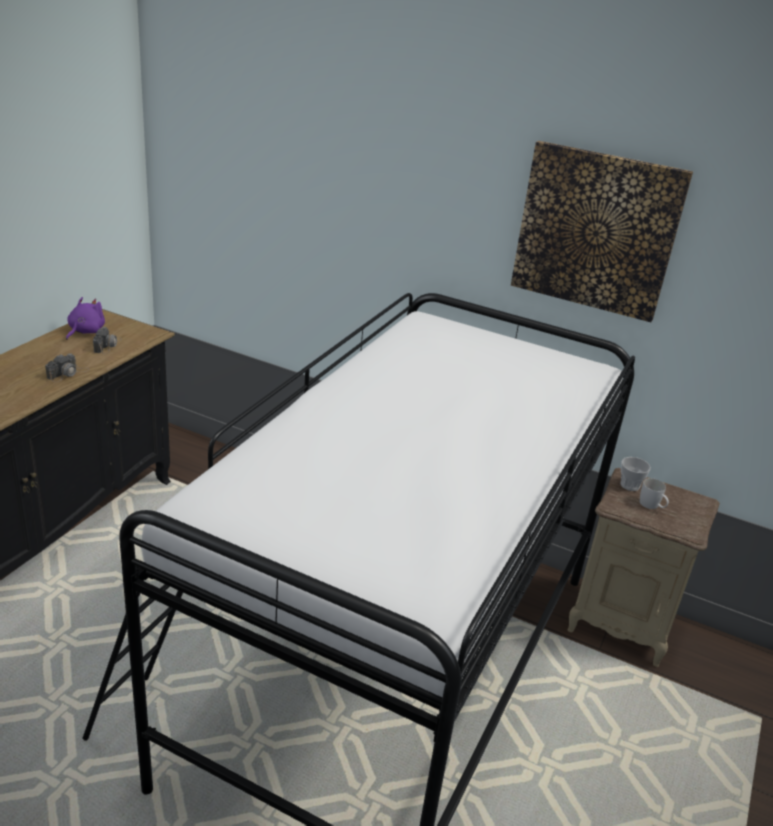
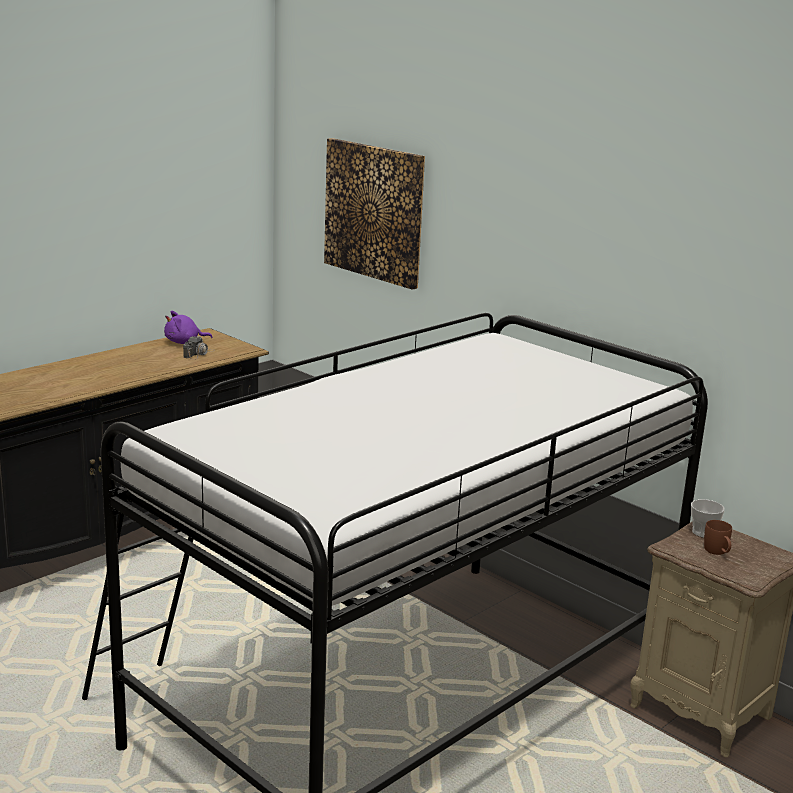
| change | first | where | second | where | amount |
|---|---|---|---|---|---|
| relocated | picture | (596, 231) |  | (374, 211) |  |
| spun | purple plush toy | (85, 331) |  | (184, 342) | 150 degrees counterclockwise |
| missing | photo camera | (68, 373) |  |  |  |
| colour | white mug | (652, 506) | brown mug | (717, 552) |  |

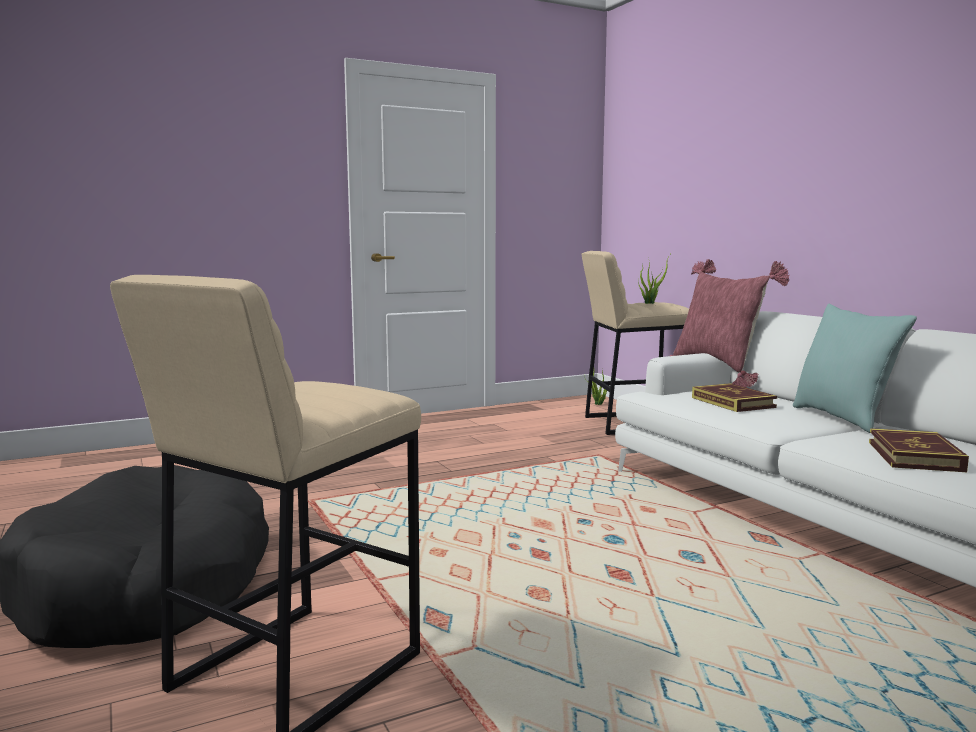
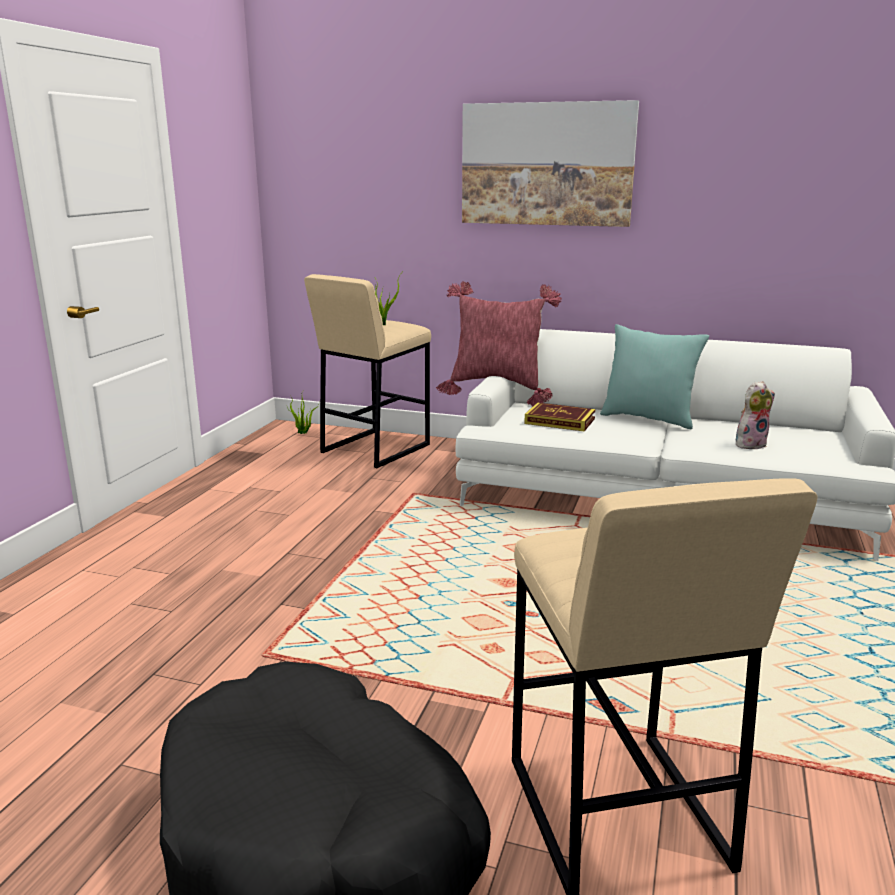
| change | first | where | second | where | amount |
|---|---|---|---|---|---|
| exchanged | book | (914, 456) | plush toy | (750, 444) |  |
| appeared |  |  | picture | (547, 164) |  |

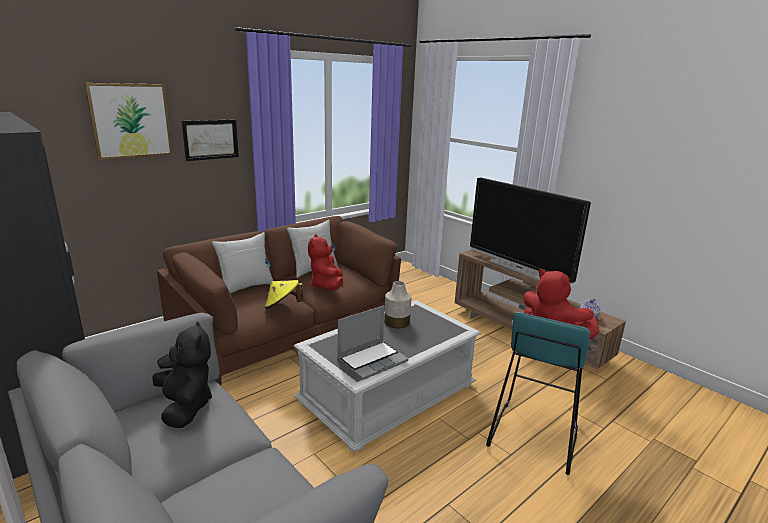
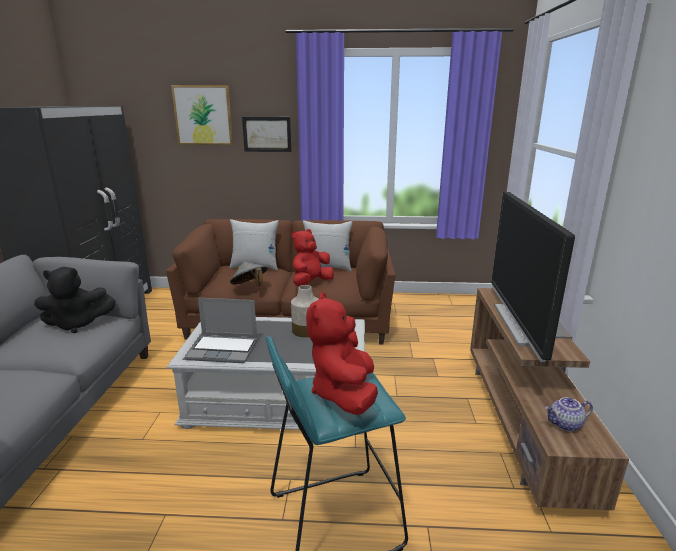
| change | first | where | second | where | amount |
|---|---|---|---|---|---|
| colour | yellow hat | (282, 306) | grey hat | (250, 287) |  |
| spun | black plush toy | (185, 406) |  | (78, 324) | 60 degrees clockwise |

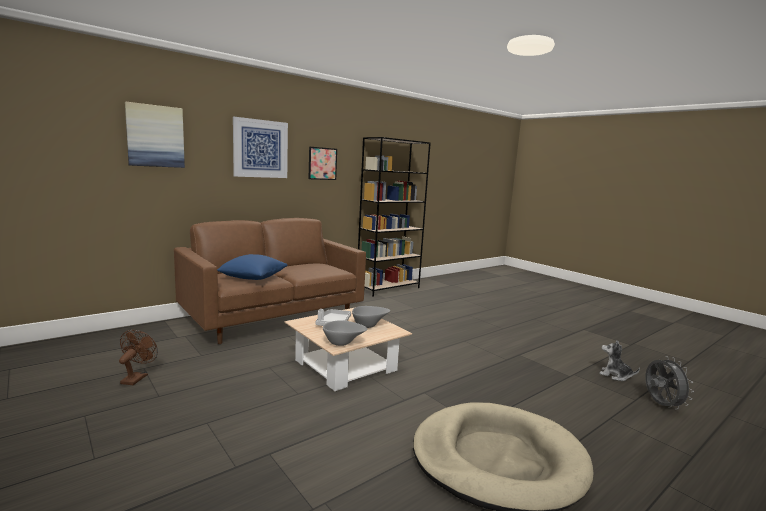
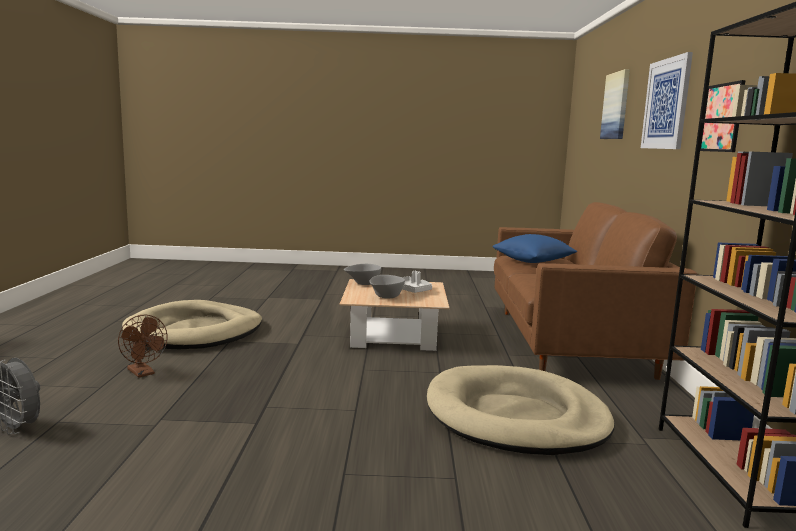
| change | first | where | second | where | amount |
|---|---|---|---|---|---|
| relocated | brown fan | (137, 377) |  | (143, 373) |  |
| missing | plush toy | (615, 375) |  |  |  |
| appeared |  |  | beige dog bed | (516, 417) |  |

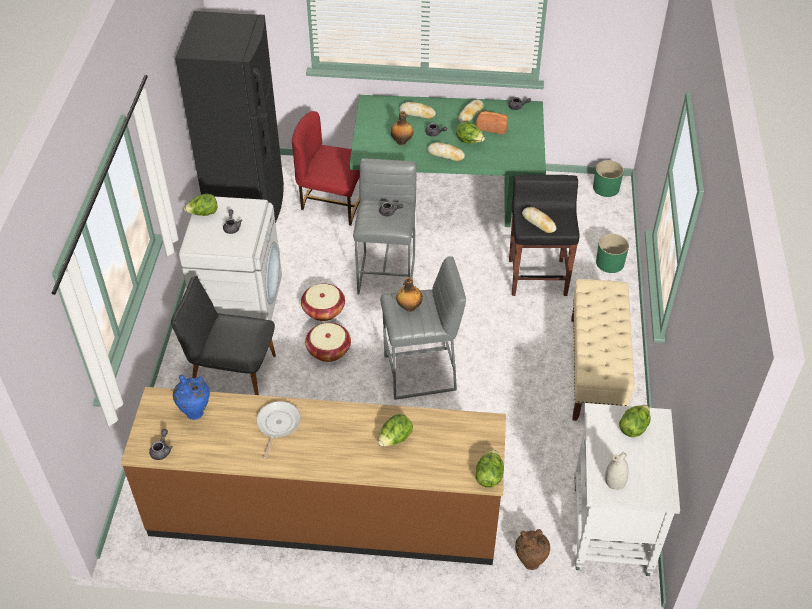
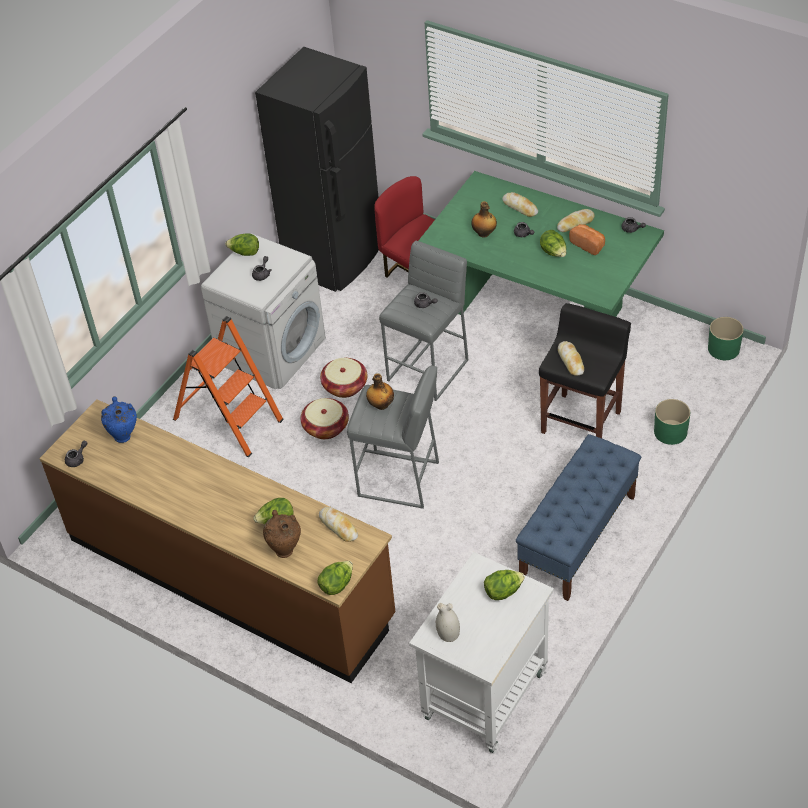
| change | first | where | second | where | amount |
|---|---|---|---|---|---|
| relocated | bread | (445, 154) |  | (338, 527) |  |
| exchanged | black chair | (233, 372) | orange step ladder | (227, 418) |  |
| colour | beige bench | (596, 369) | blue bench | (577, 537) |  |
| missing | frying pan | (277, 425) |  |  |  |
| relocated | brown vase | (530, 561) |  | (285, 549) |  |

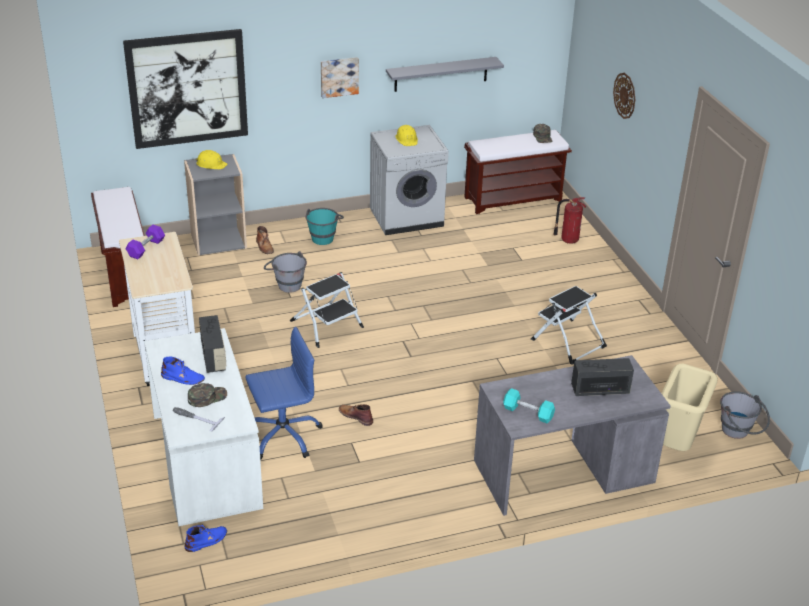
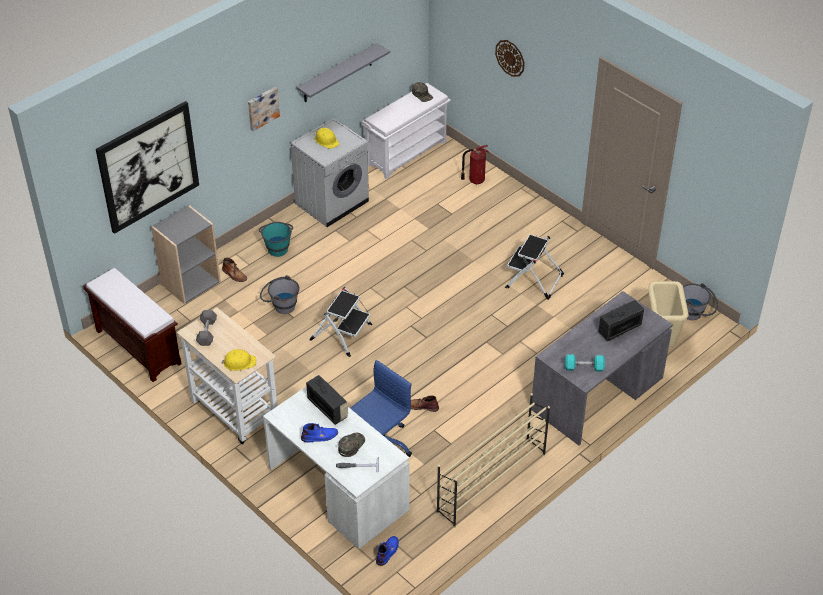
| change | first | where | second | where | amount |
|---|---|---|---|---|---|
| colour | brown bench | (513, 199) | white bench | (406, 152) |  |
| relocated | yellow hard hat | (211, 164) |  | (239, 362) |  |
| colour | purple dumbbell | (146, 248) | grey dumbbell | (207, 332) |  |
| appeared |  |  | beige shoe rack | (491, 483) |  |

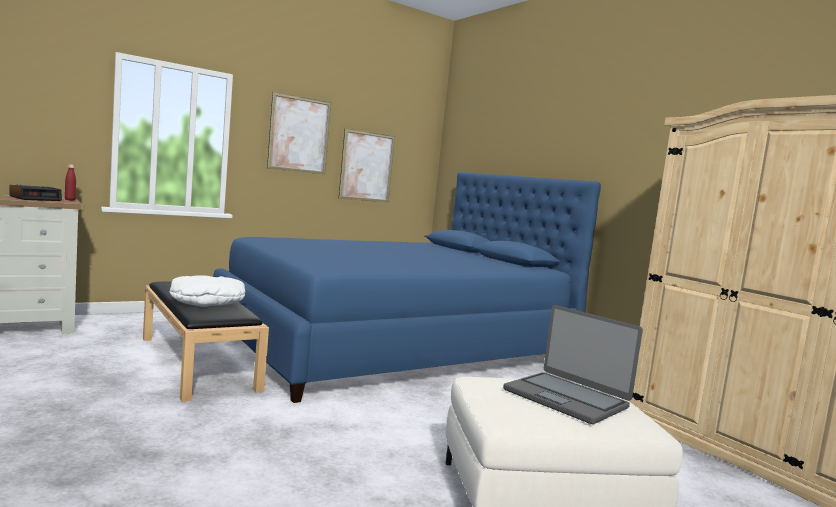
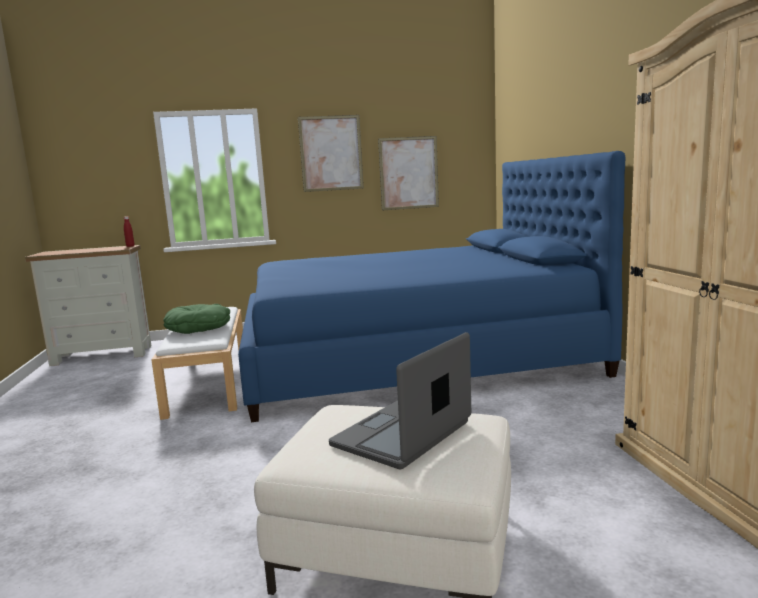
| change | first | where | second | where | amount |
|---|---|---|---|---|---|
| missing | alarm clock | (36, 198) |  |  |  |
| colour | white pillow | (207, 301) | green pillow | (199, 328) |  |
| colour | black bench | (198, 363) | white bench | (210, 382) |  |
| spun | laptop | (566, 398) |  | (403, 435) | 60 degrees clockwise |

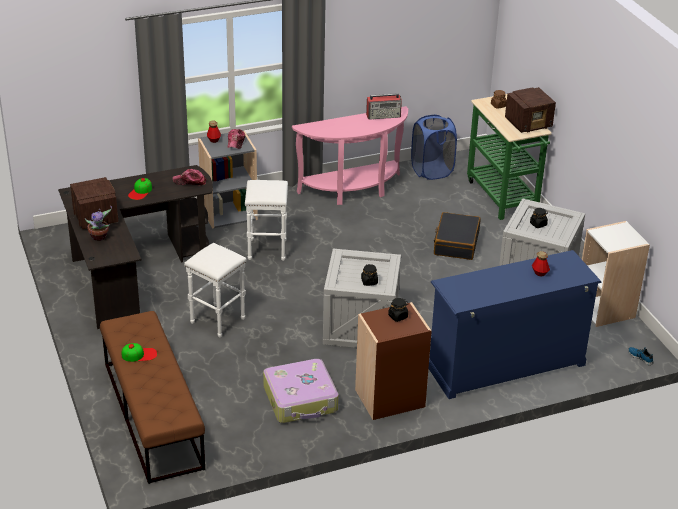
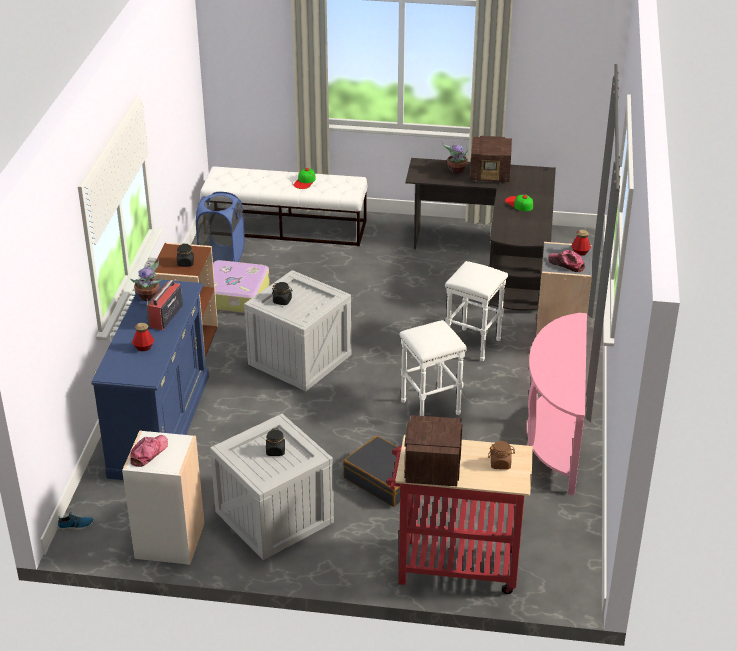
| change | first | where | second | where | amount |
|---|---|---|---|---|---|
| relocated | radio | (384, 115) |  | (165, 317) |  |
| colour | green cart | (502, 197) | red cart | (456, 567) |  |
| relocated | blue laundry basket | (431, 171) |  | (222, 257) |  |
| relocated | cap | (190, 181) |  | (149, 453) |  |
| relocated | white stool | (217, 319) |  | (432, 407) |  |
| colour | brown bench | (152, 414) | white bench | (286, 227) |  |
| appeared |  |  | potted plant | (149, 296) |  |

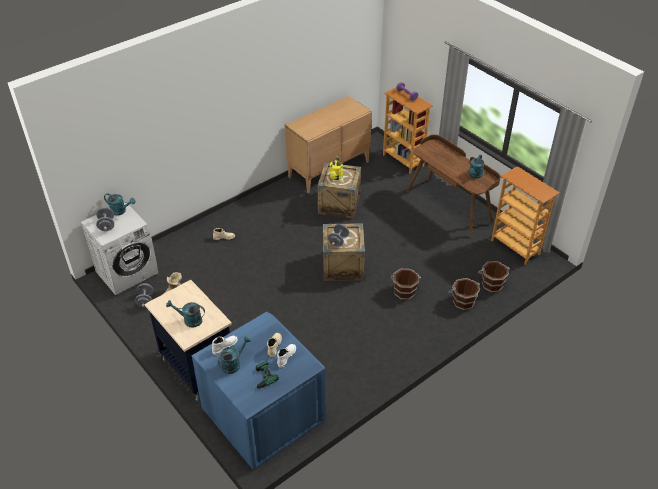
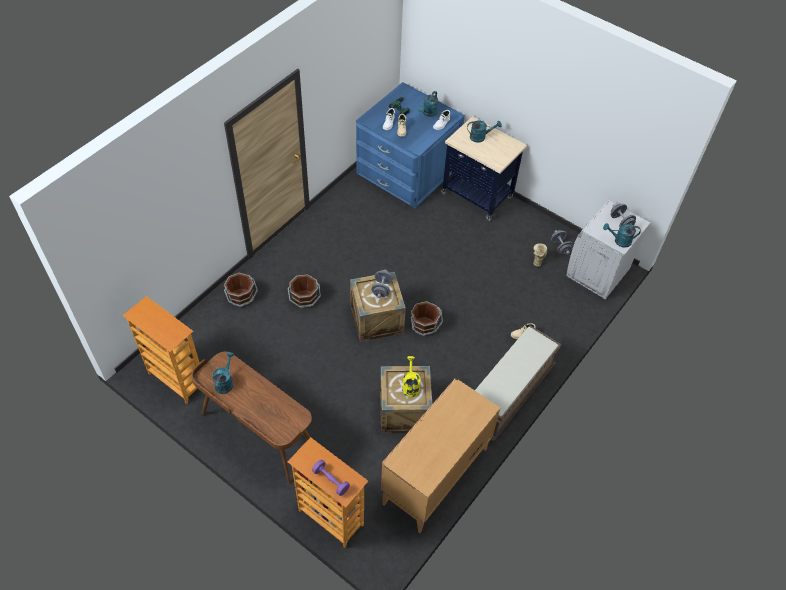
| change | first | where | second | where | amount |
|---|---|---|---|---|---|
| relocated | brown bucket | (492, 284) |  | (424, 326) |  |
| appeared |  |  | brown bench | (509, 395) |  |

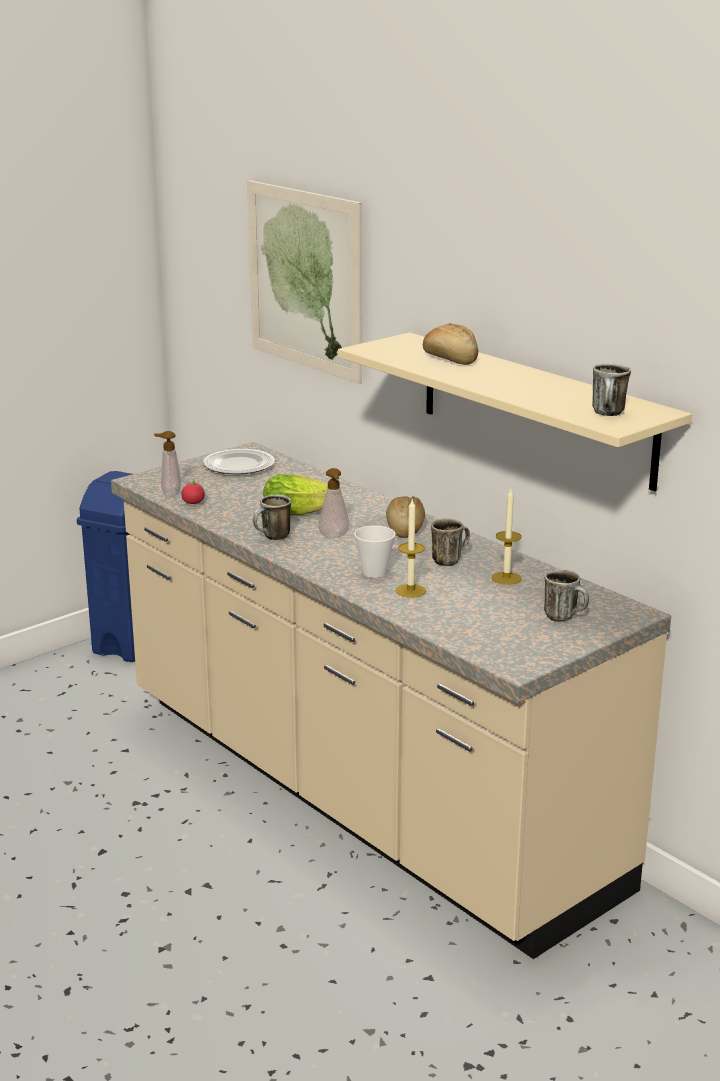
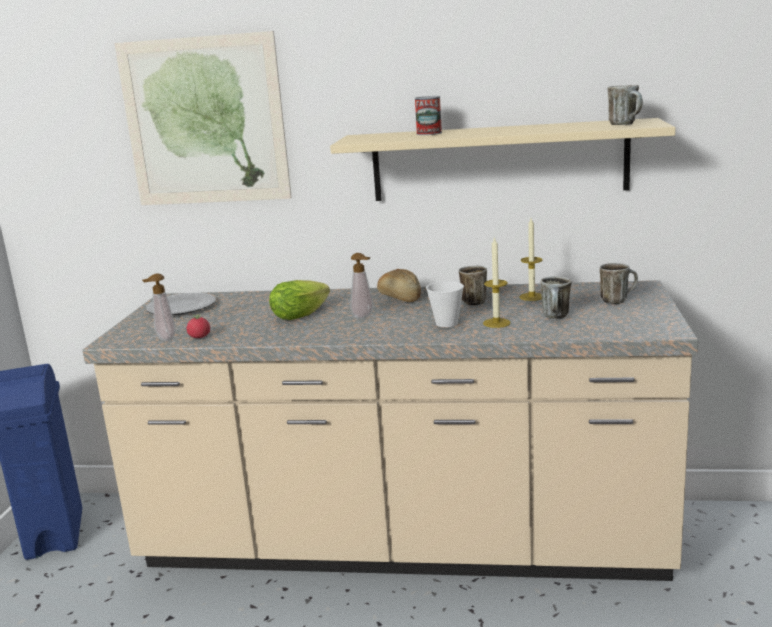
| change | first | where | second | where | amount |
|---|---|---|---|---|---|
| exchanged | bread | (450, 359) | can | (429, 133) |  |
| relocated | mug | (273, 537) |  | (557, 317) |  |

